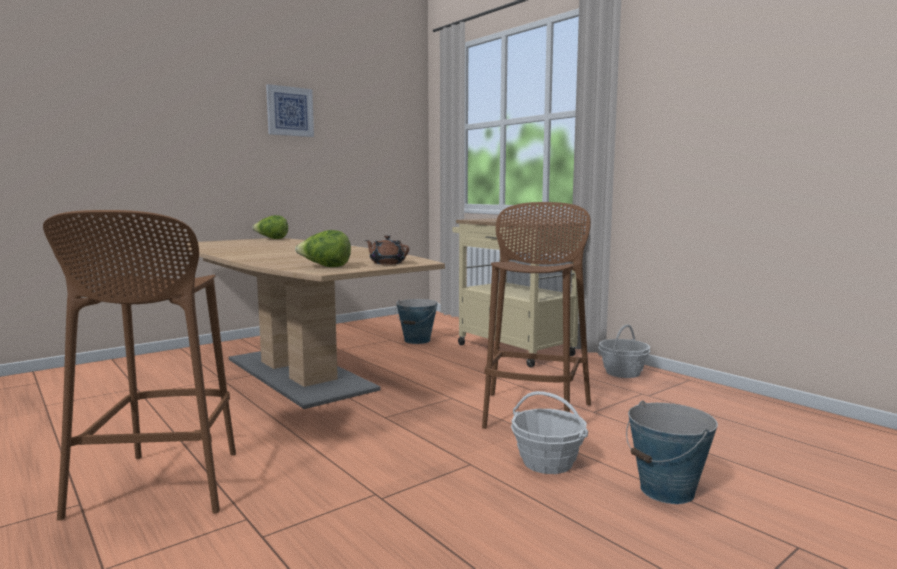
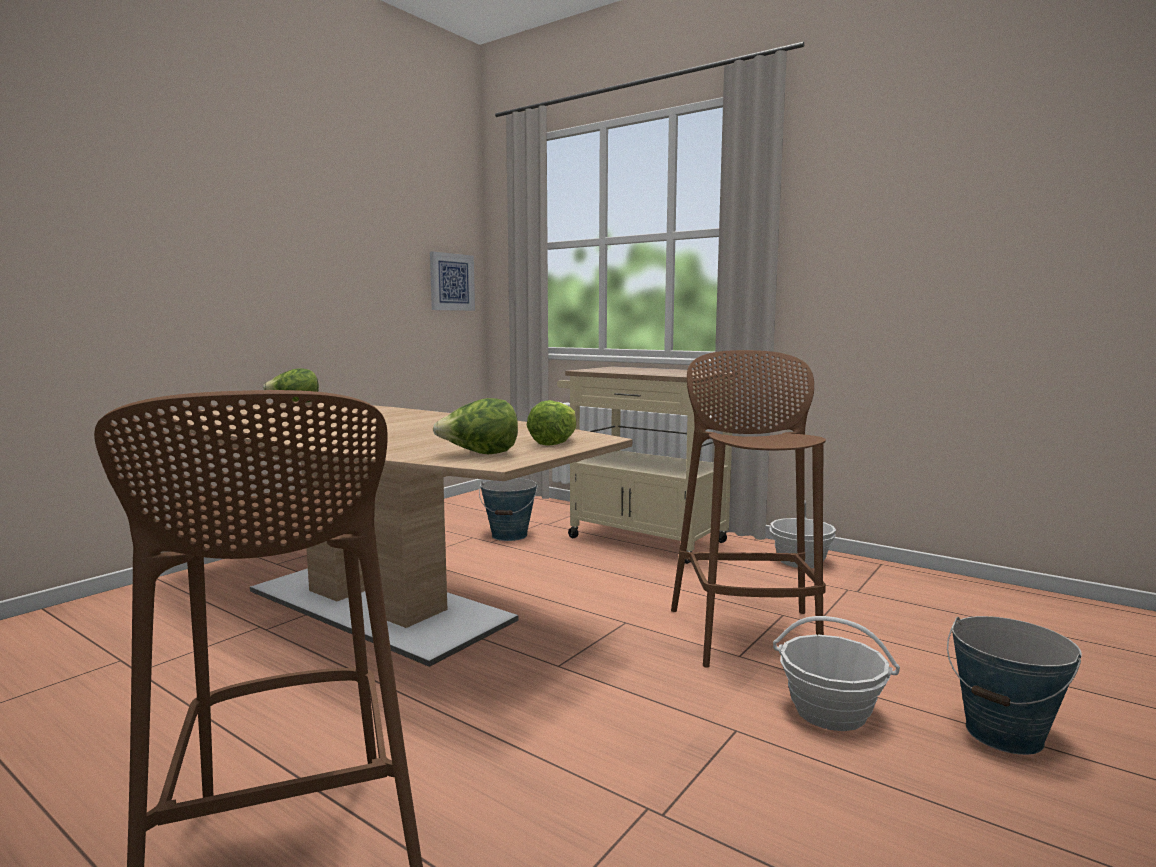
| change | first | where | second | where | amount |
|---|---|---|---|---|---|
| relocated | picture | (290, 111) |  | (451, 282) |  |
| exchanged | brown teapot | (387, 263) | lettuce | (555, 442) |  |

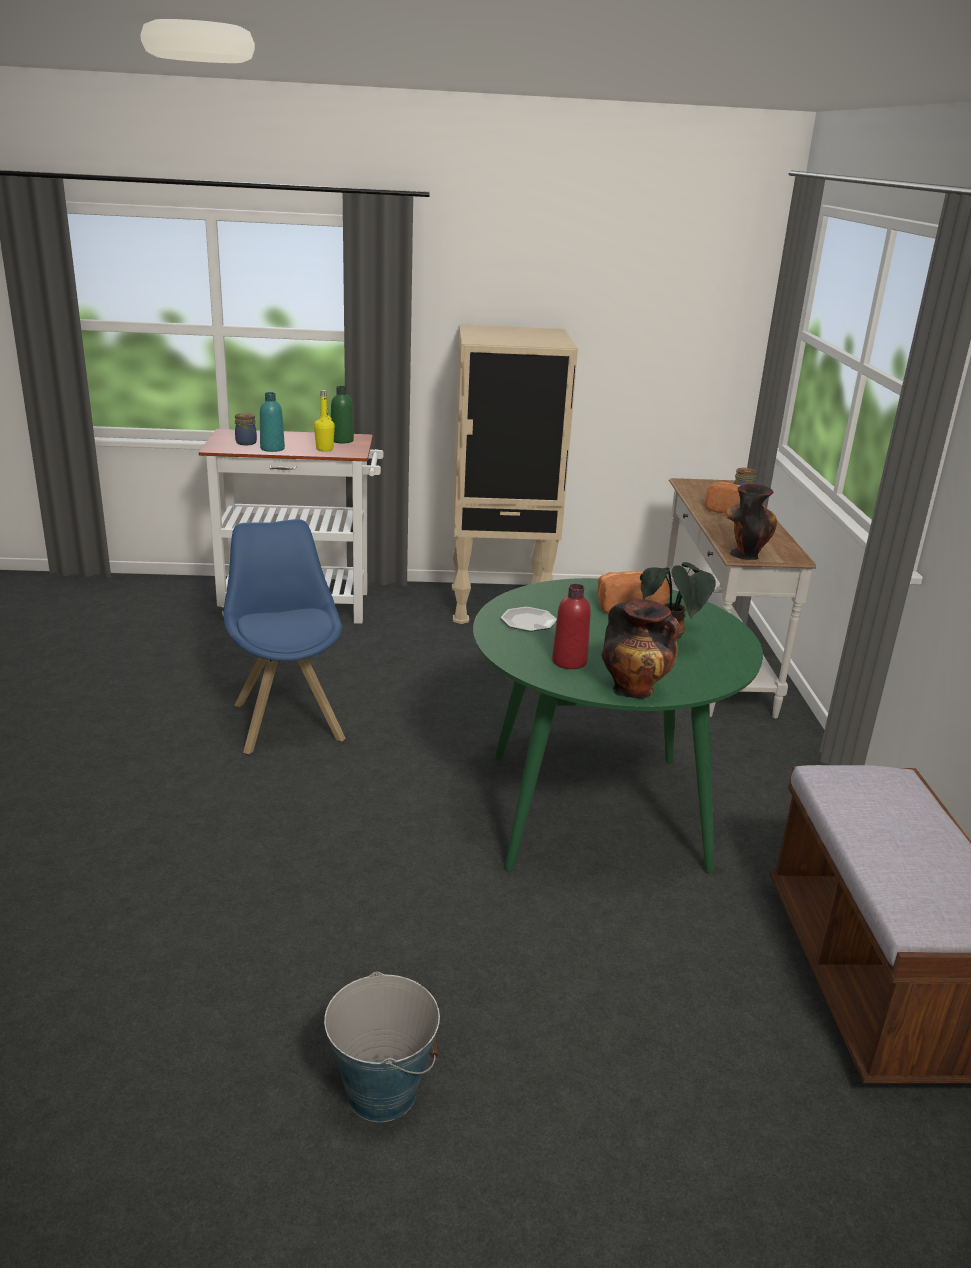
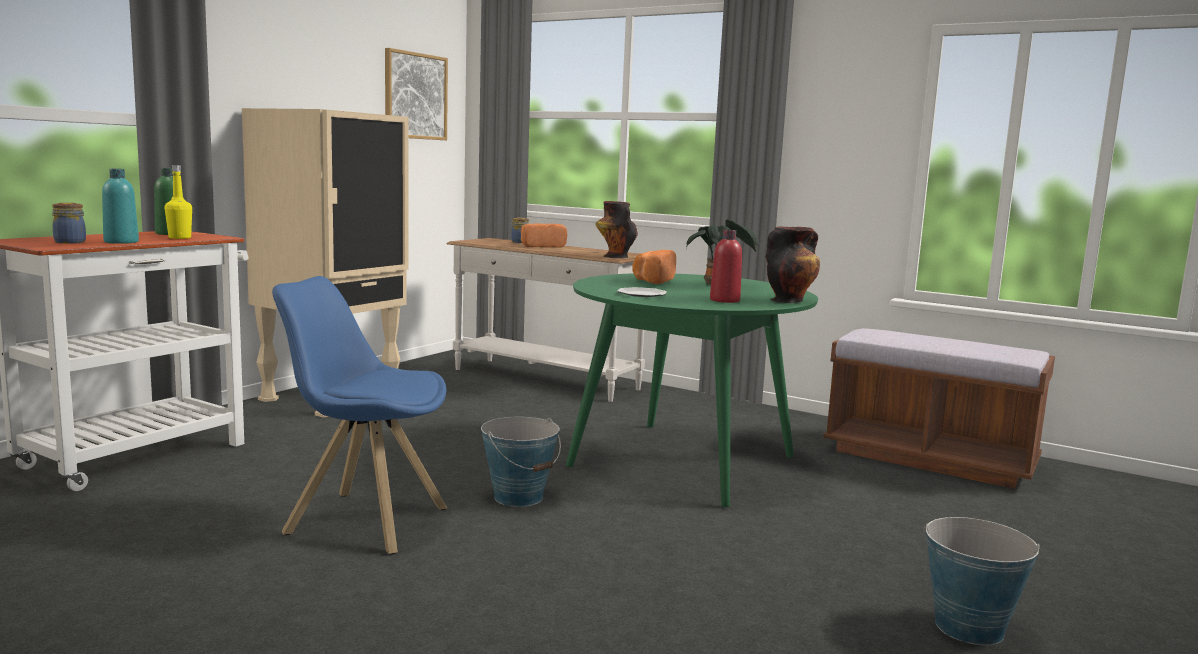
| change | first | where | second | where | amount |
|---|---|---|---|---|---|
| appeared |  |  | picture | (415, 96) |  |
| appeared |  |  | bucket | (519, 497) |  |

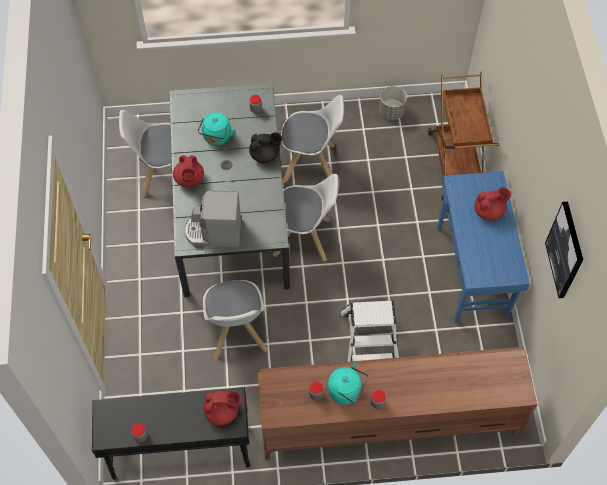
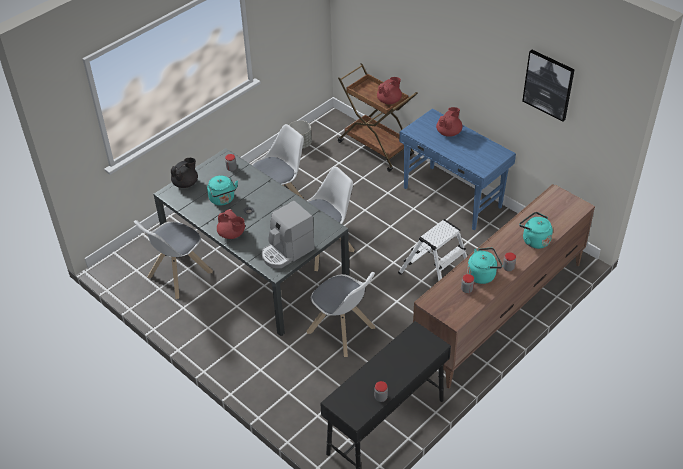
| change | first | where | second | where | amount |
|---|---|---|---|---|---|
| relocated | black teapot | (265, 155) |  | (186, 183) |  |
| relocated | red teapot | (222, 412) |  | (389, 101) |  |
| appeared |  |  | turquoise kettle | (534, 240) |  |

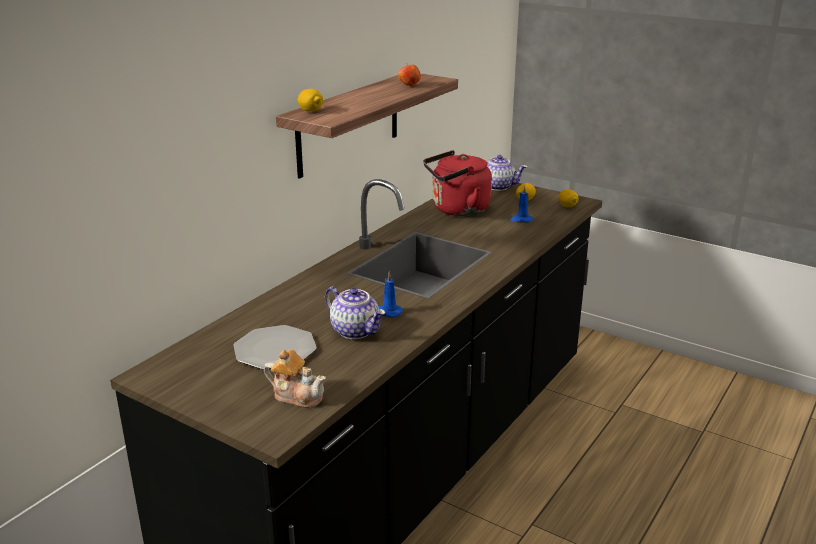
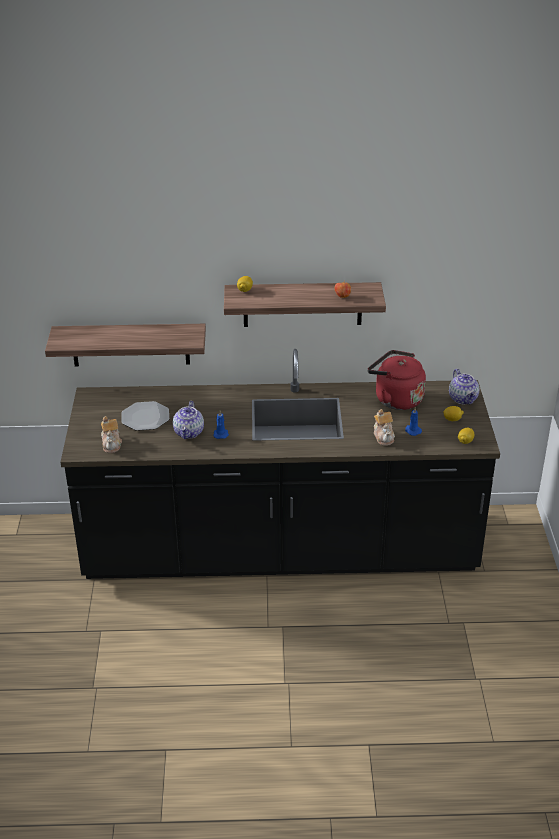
| change | first | where | second | where | amount |
|---|---|---|---|---|---|
| appeared |  |  | shelf | (130, 344) |  |
| appeared |  |  | teapot | (384, 436) |  |

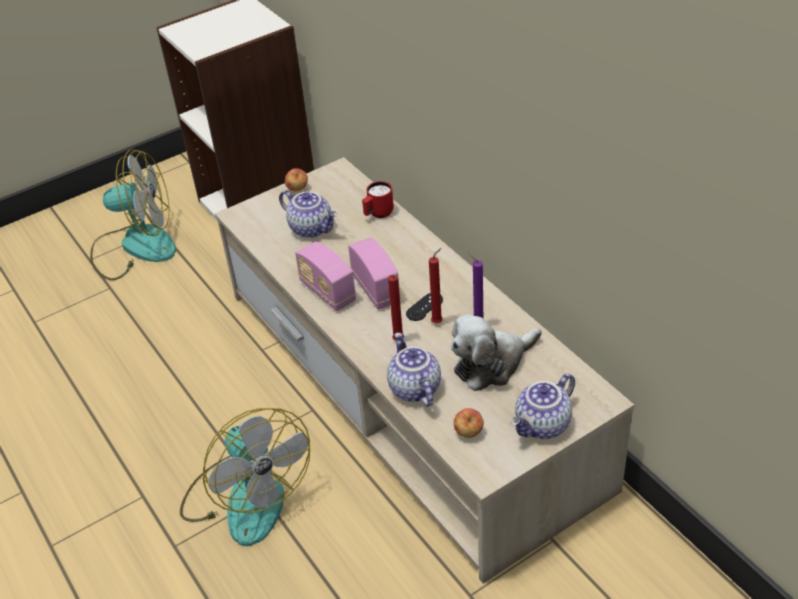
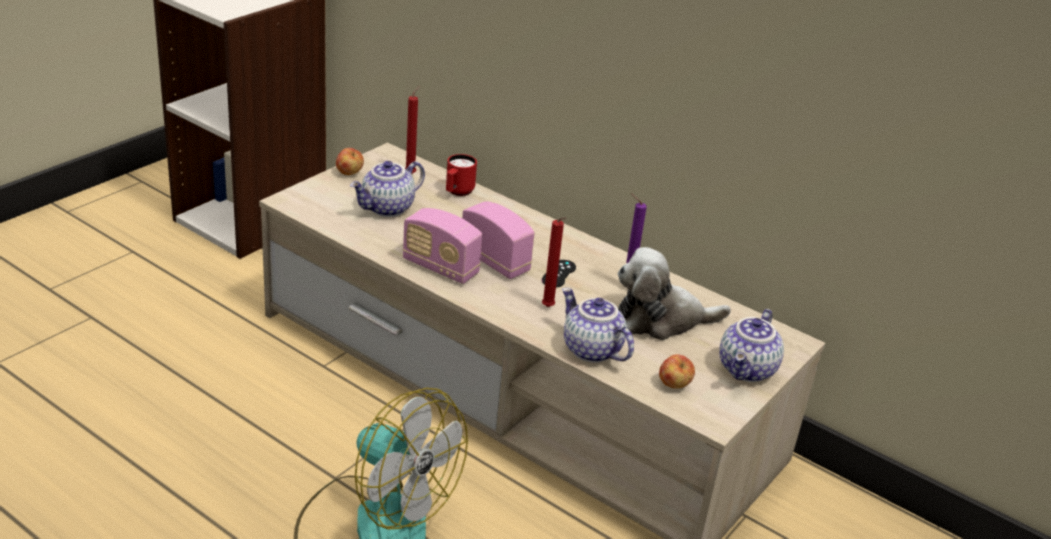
| change | first | where | second | where | amount |
|---|---|---|---|---|---|
| missing | fan | (135, 246) |  |  |  |
| spun | teapot | (312, 228) |  | (388, 209) | 120 degrees clockwise |
| relocated | red candle | (438, 322) |  | (411, 174) |  |
| spun | plush toy | (492, 364) |  | (661, 320) | 45 degrees clockwise |

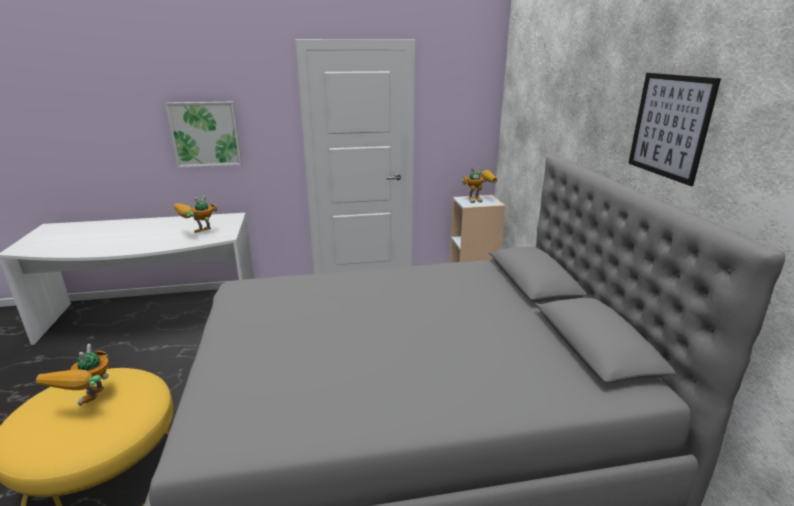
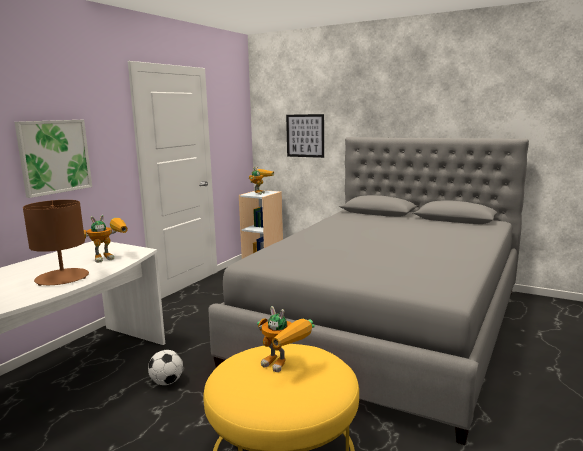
| change | first | where | second | where | amount |
|---|---|---|---|---|---|
| relocated | picture | (669, 126) |  | (305, 135) |  |
| spun | toy robot | (199, 234) |  | (110, 257) | 120 degrees counterclockwise |
| appeared |  |  | brown table lamp | (62, 278) |  |
| appeared |  |  | football | (167, 382) |  |

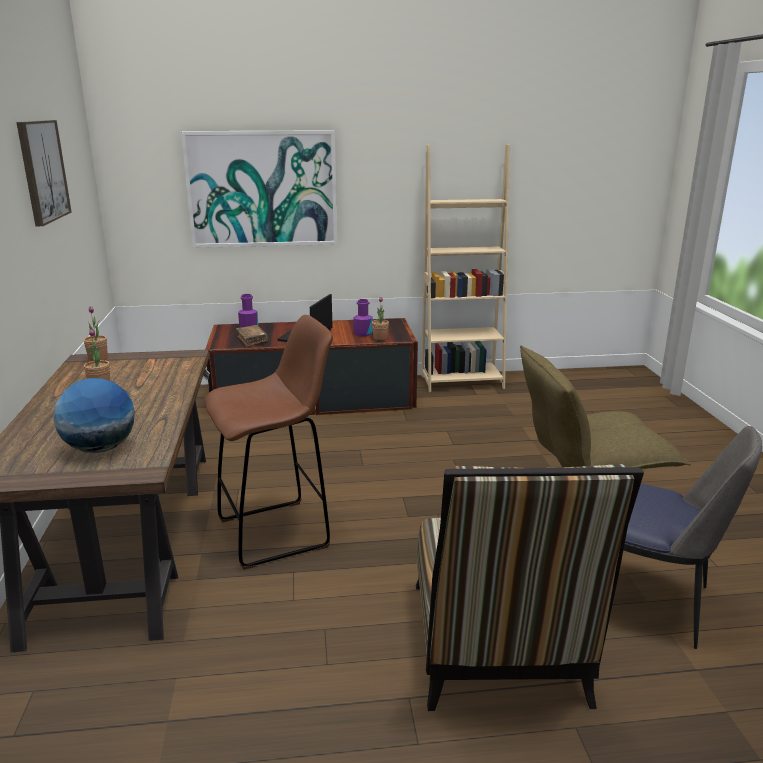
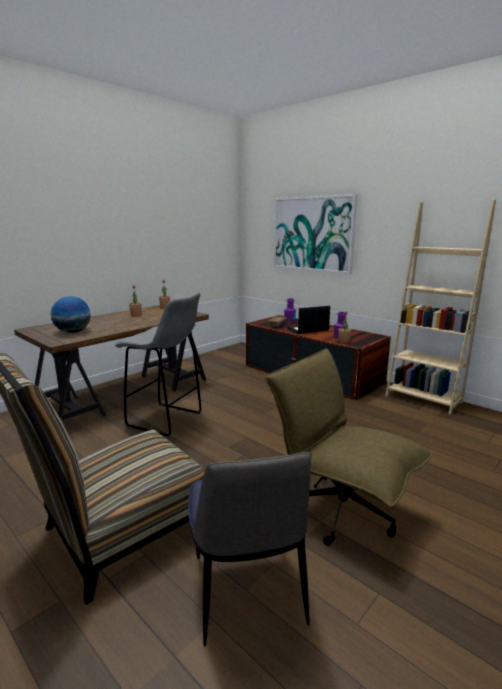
| change | first | where | second | where | amount |
|---|---|---|---|---|---|
| missing | picture | (42, 171) |  |  |  |
| colour | brown stool | (277, 532) | grey stool | (166, 420) |  |

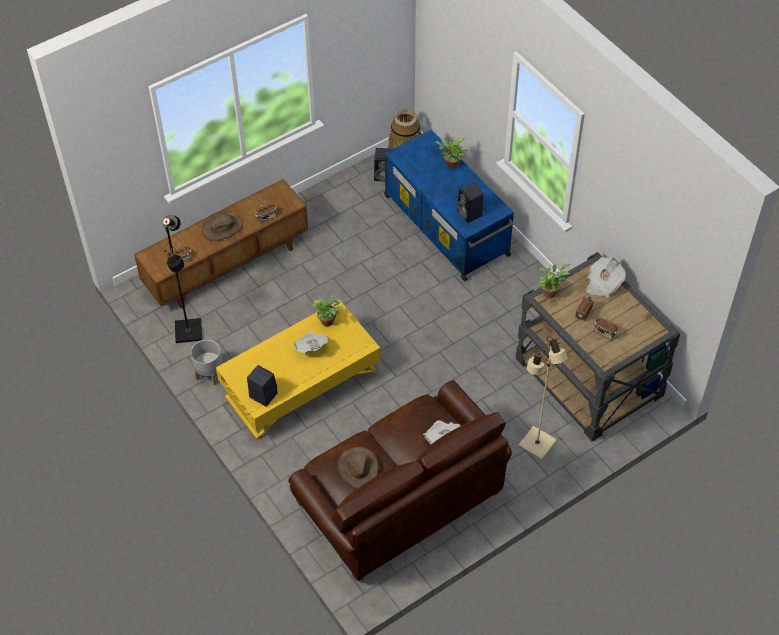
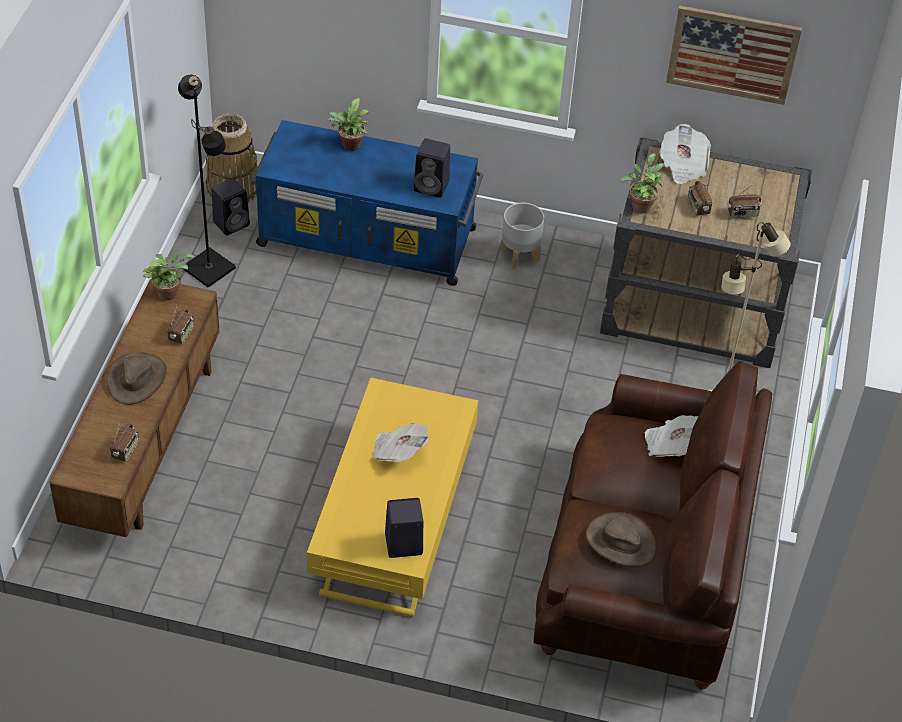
| change | first | where | second | where | amount |
|---|---|---|---|---|---|
| relocated | black floor lamp | (188, 331) |  | (209, 268) |  |
| relocated | potted plant | (329, 321) |  | (169, 292) |  |
| relocated | grey planter | (210, 374) |  | (520, 255) |  |
| appeared |  |  | picture | (732, 54) |  |

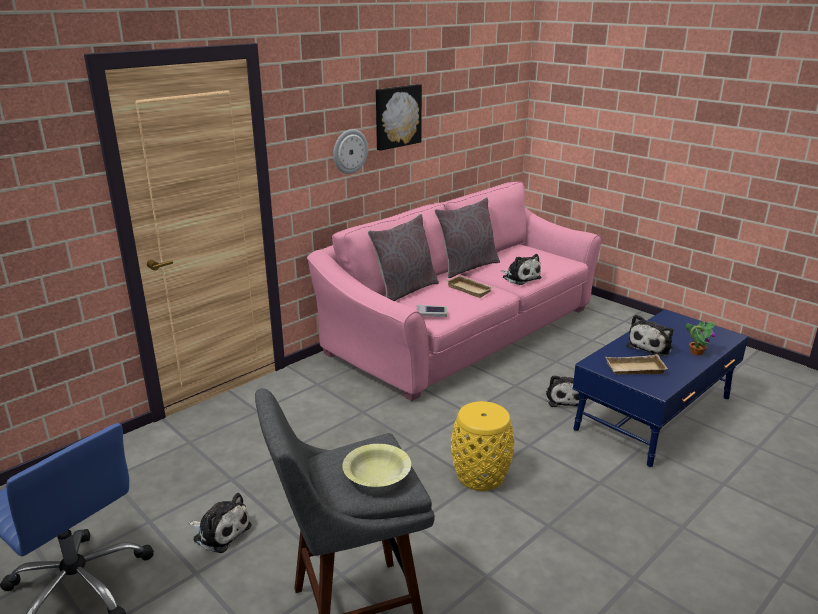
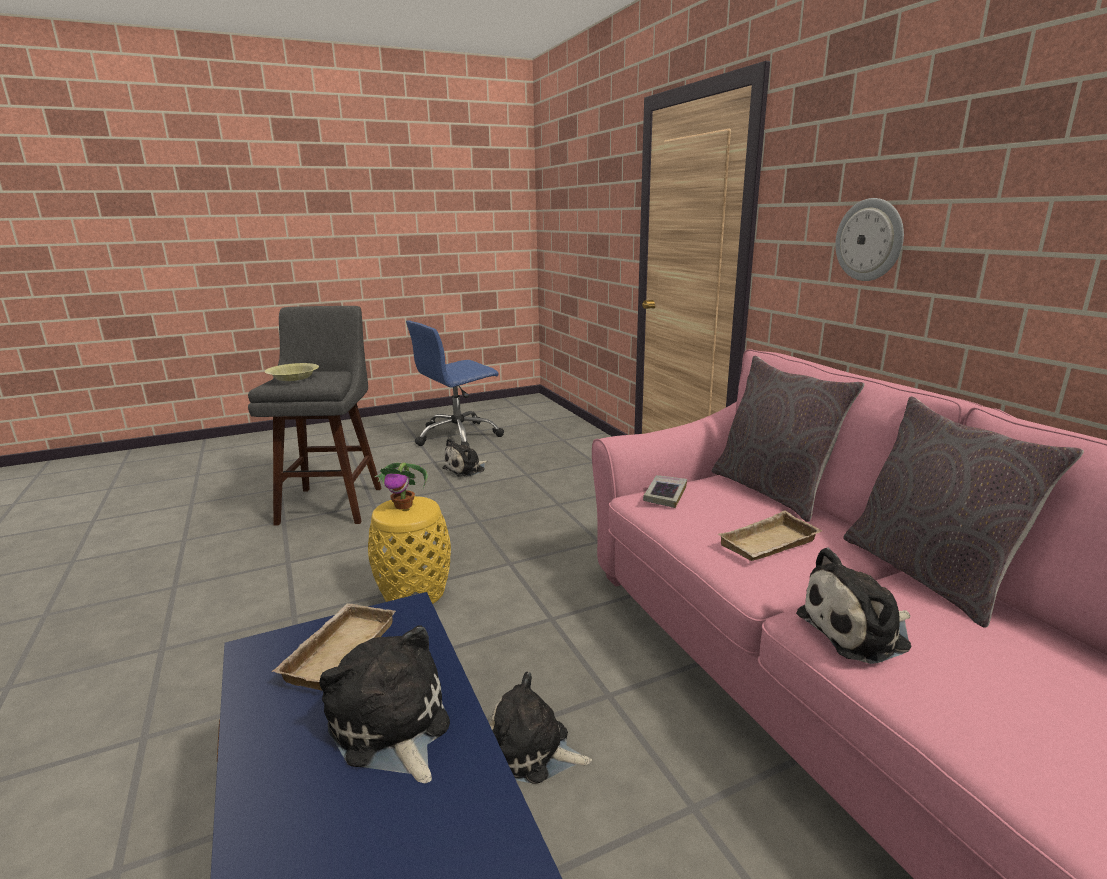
| change | first | where | second | where | amount |
|---|---|---|---|---|---|
| missing | picture | (397, 116) |  |  |  |
| relocated | potted plant | (696, 352) |  | (404, 506) |  |

